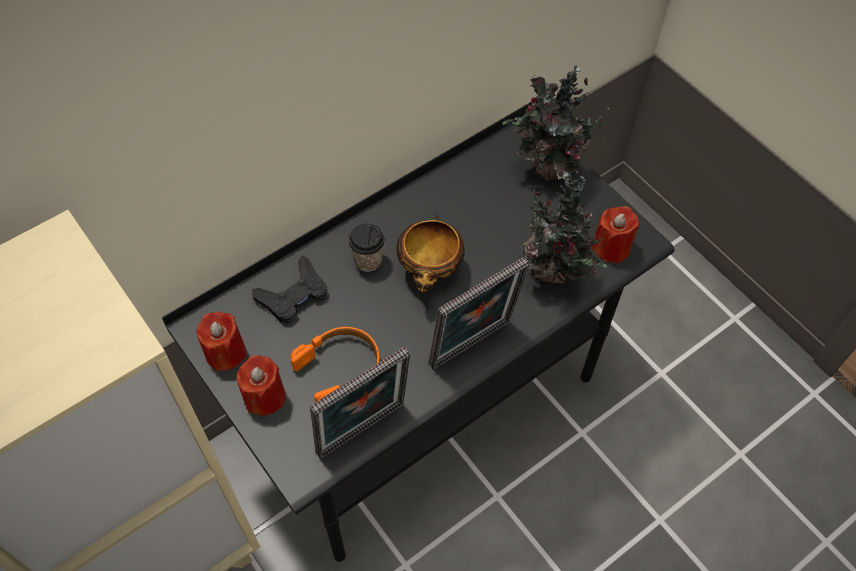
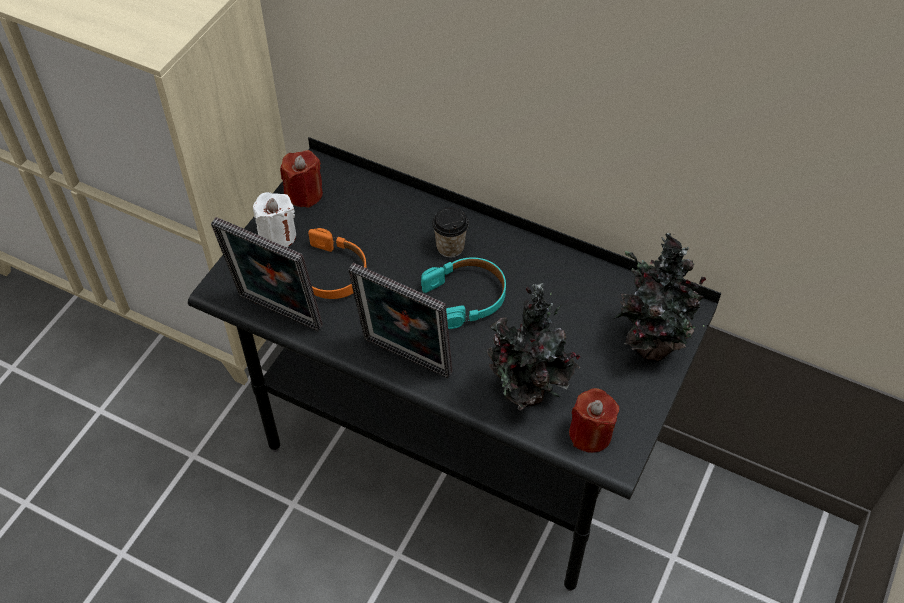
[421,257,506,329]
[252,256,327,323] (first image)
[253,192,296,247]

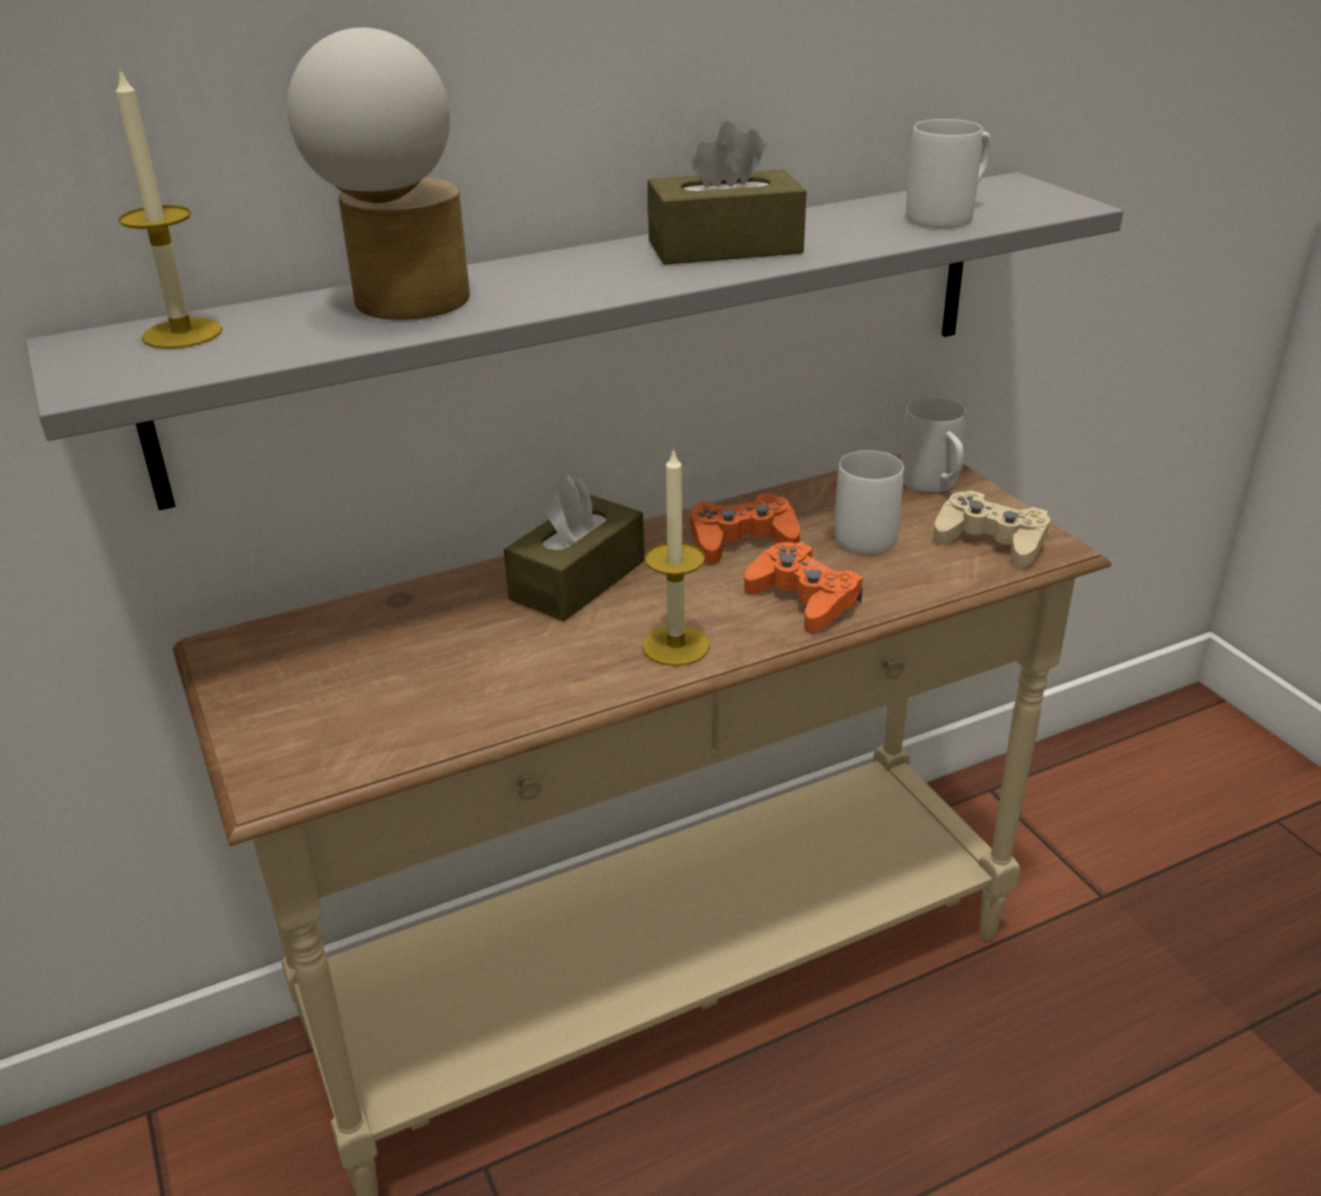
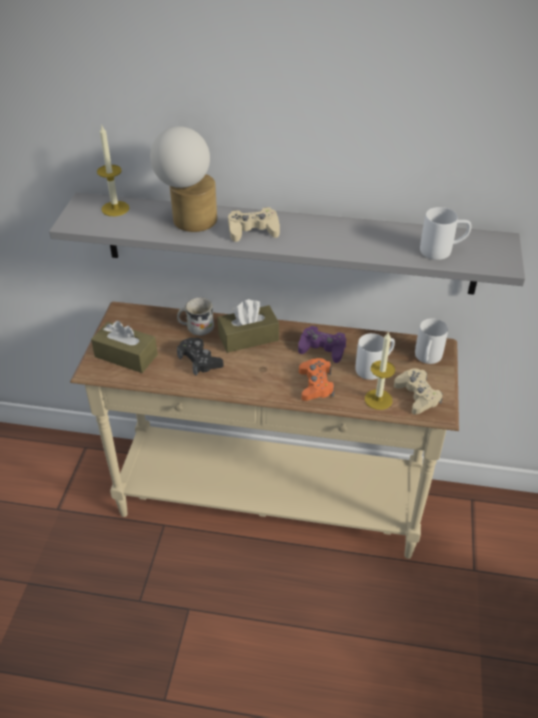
[91,321,158,373]
[365,331,395,410]
[298,326,346,363]
[228,207,280,242]
[177,298,214,336]
[177,338,224,376]

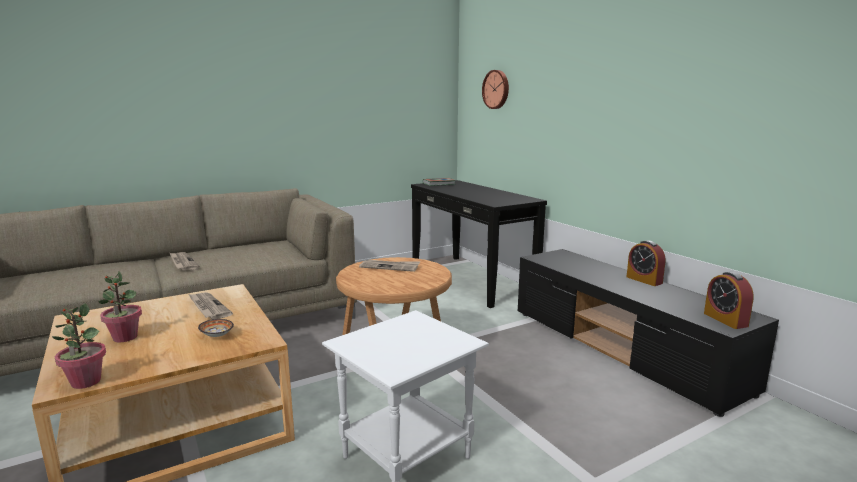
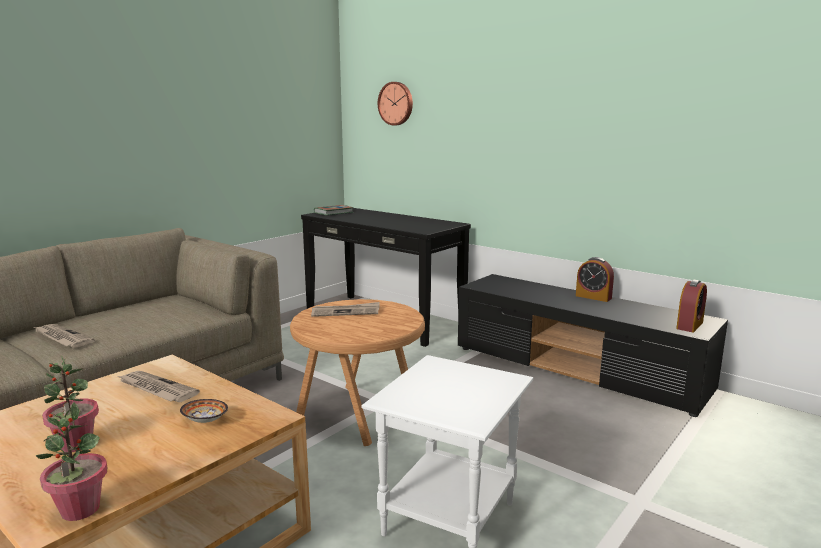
[676,280,707,333]

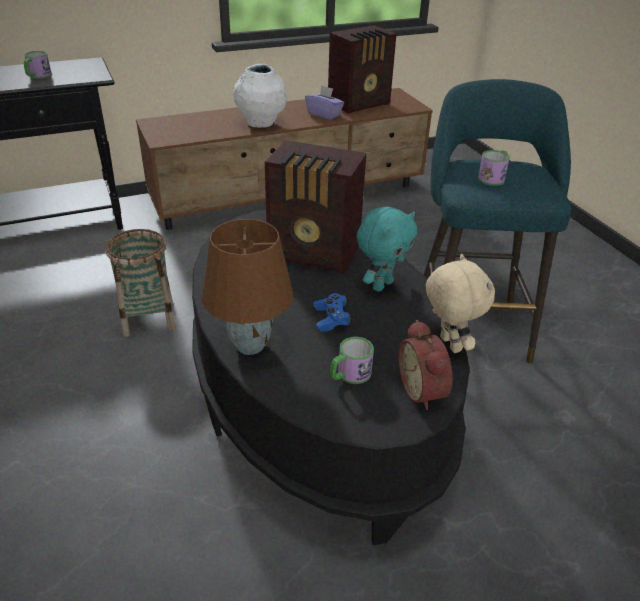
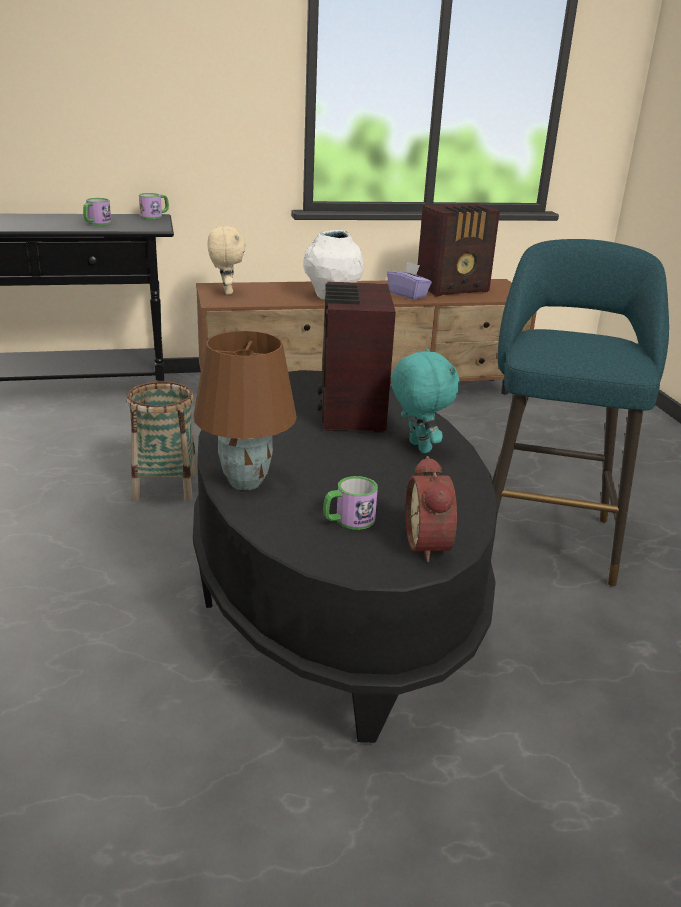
[318,282,396,432]
[139,193,169,219]
[391,348,459,453]
[207,226,246,295]
[313,293,351,332] (first image)

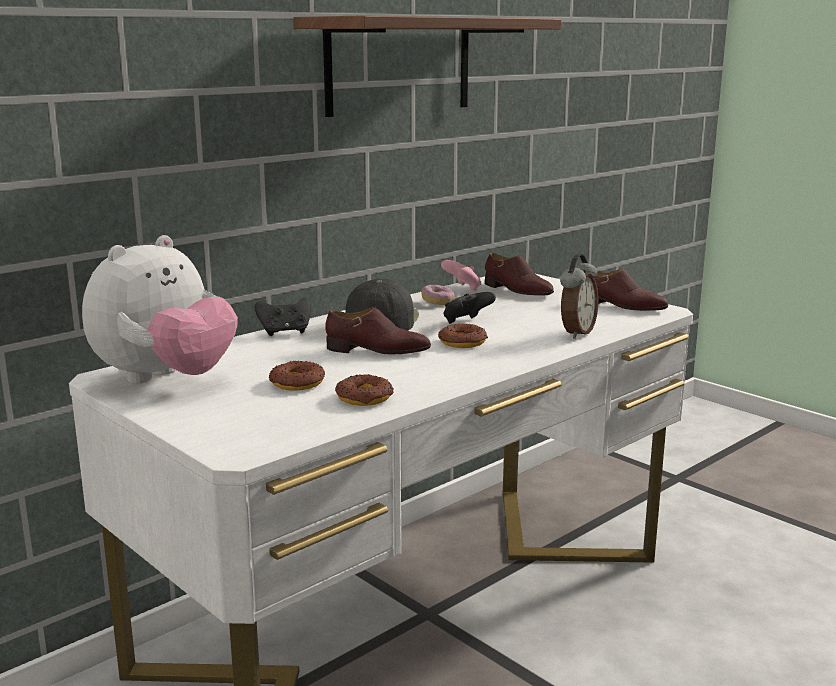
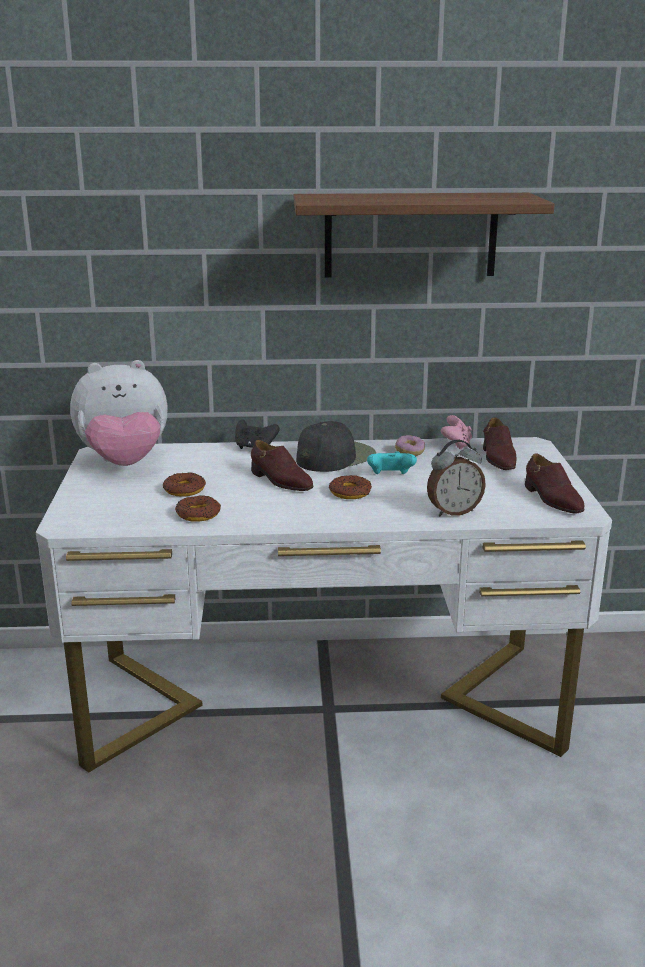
[367,451,417,474]

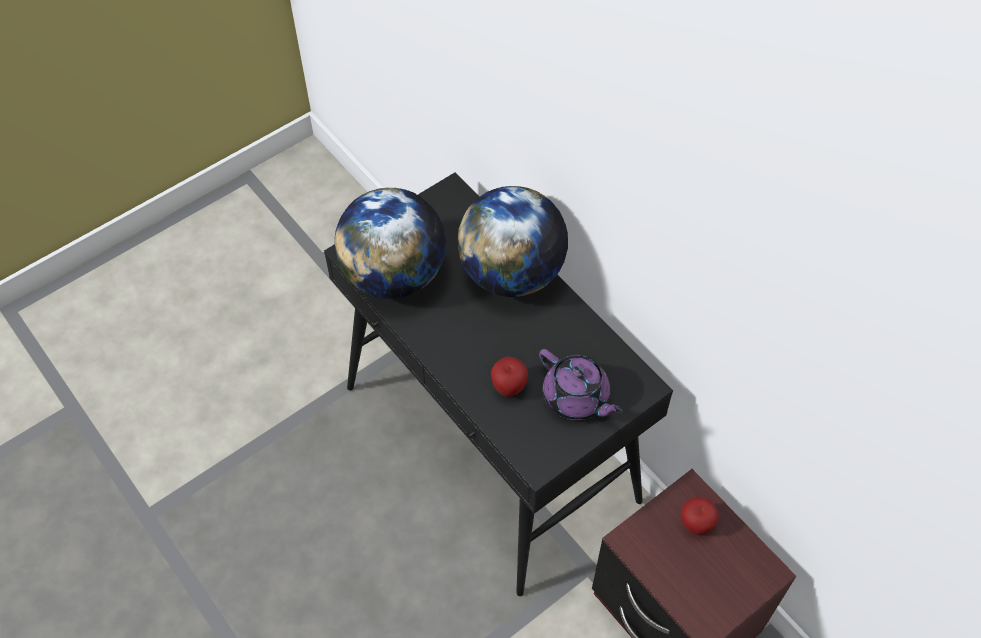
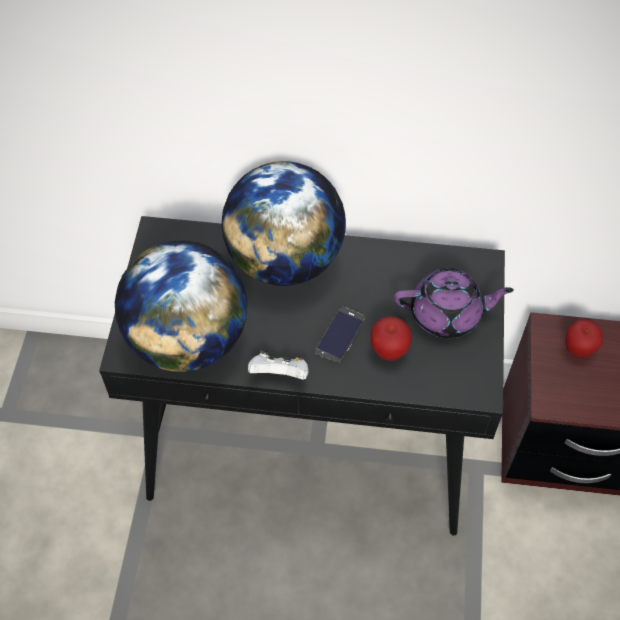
[315,307,365,364]
[248,350,308,380]

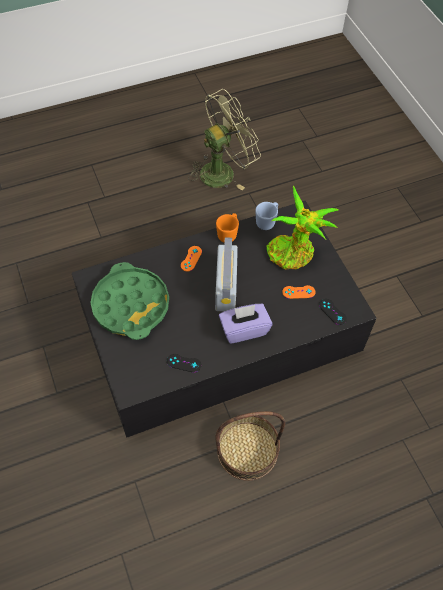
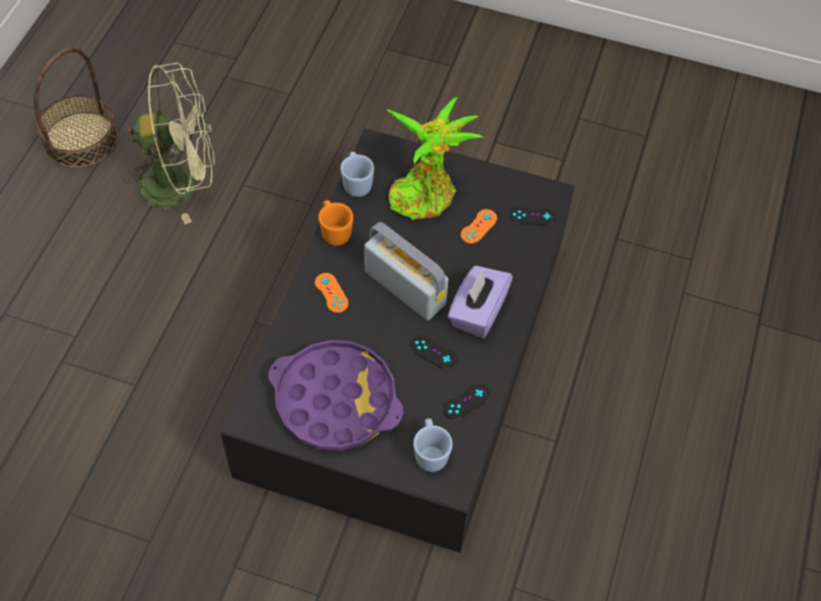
[123,63,215,225]
[268,340,404,451]
[34,47,118,168]
[410,336,457,369]
[413,418,453,472]

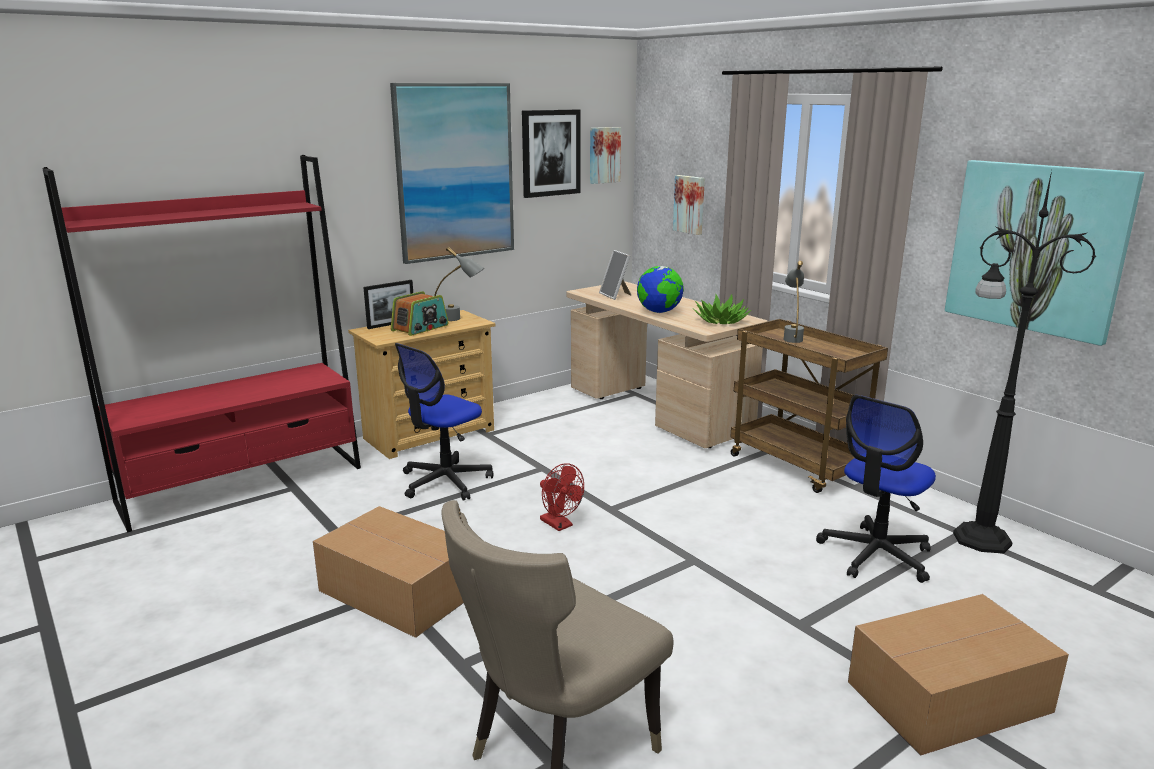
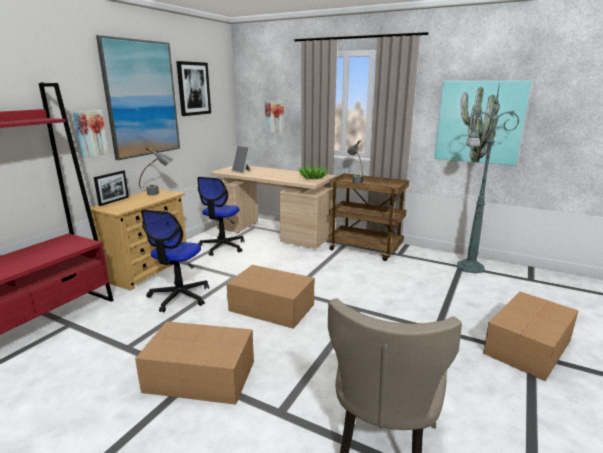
[73,110,109,158]
[457,82,519,274]
[637,266,684,313] (first image)
[391,291,449,336] (first image)
[197,177,244,256]
[227,265,314,329]

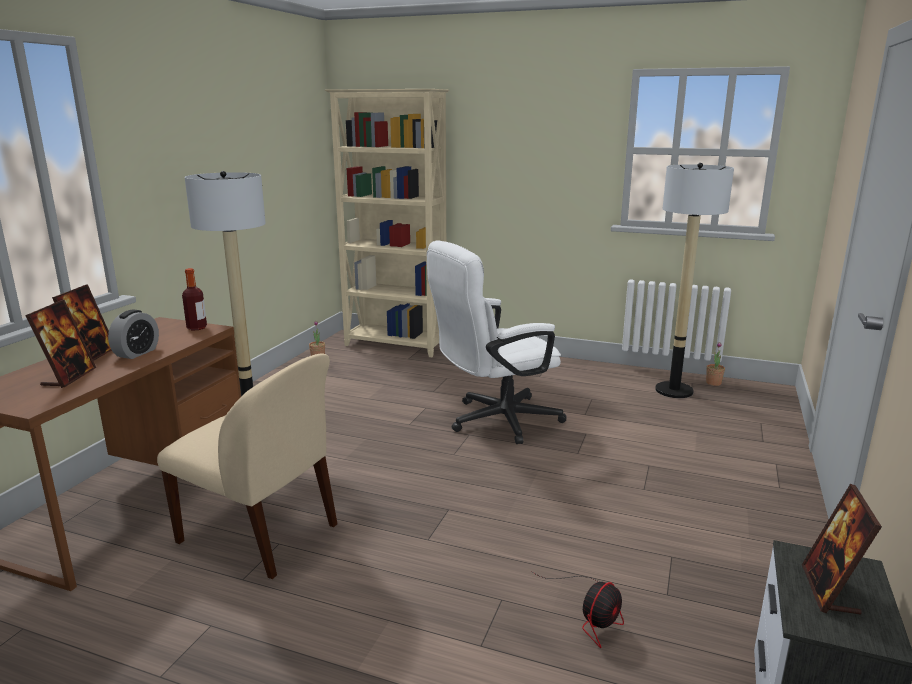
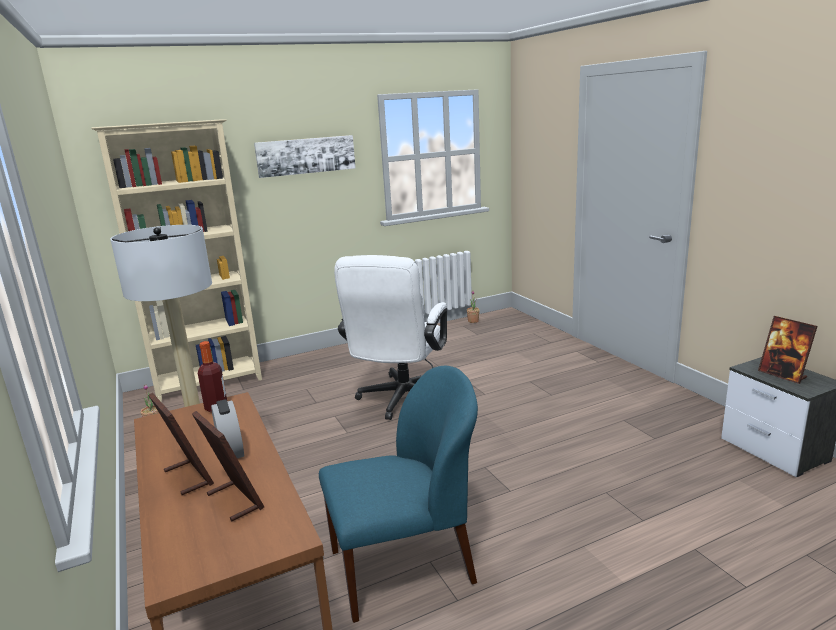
[655,163,734,398] (first image)
[319,366,478,623]
[532,572,624,648] (first image)
[254,135,356,178]

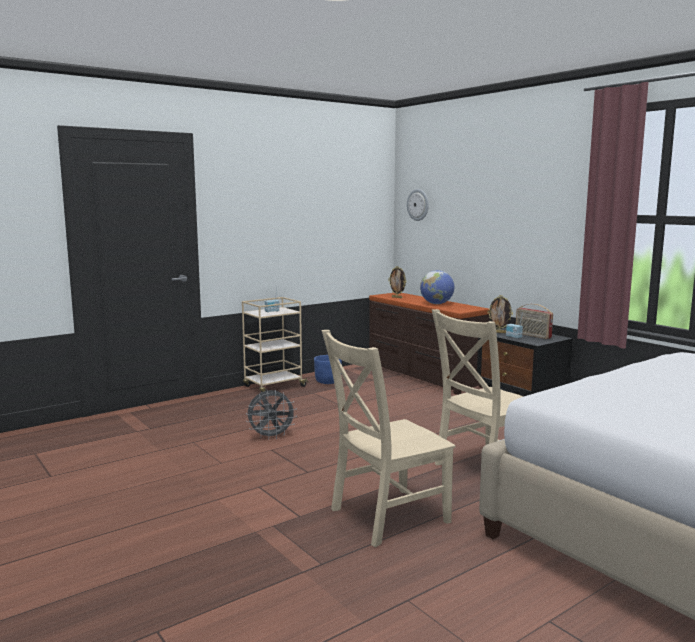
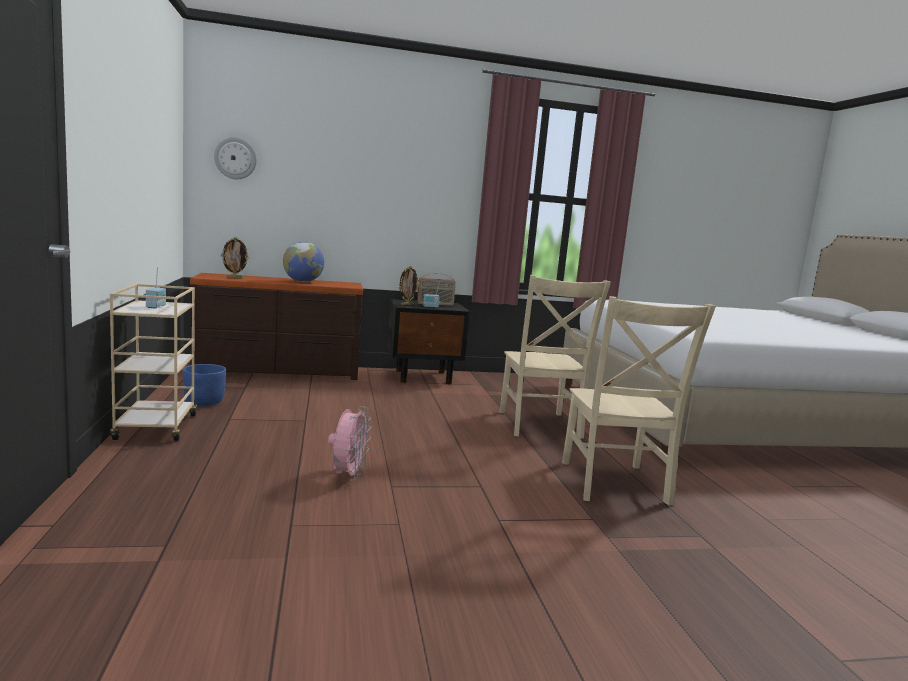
[328,406,371,481]

